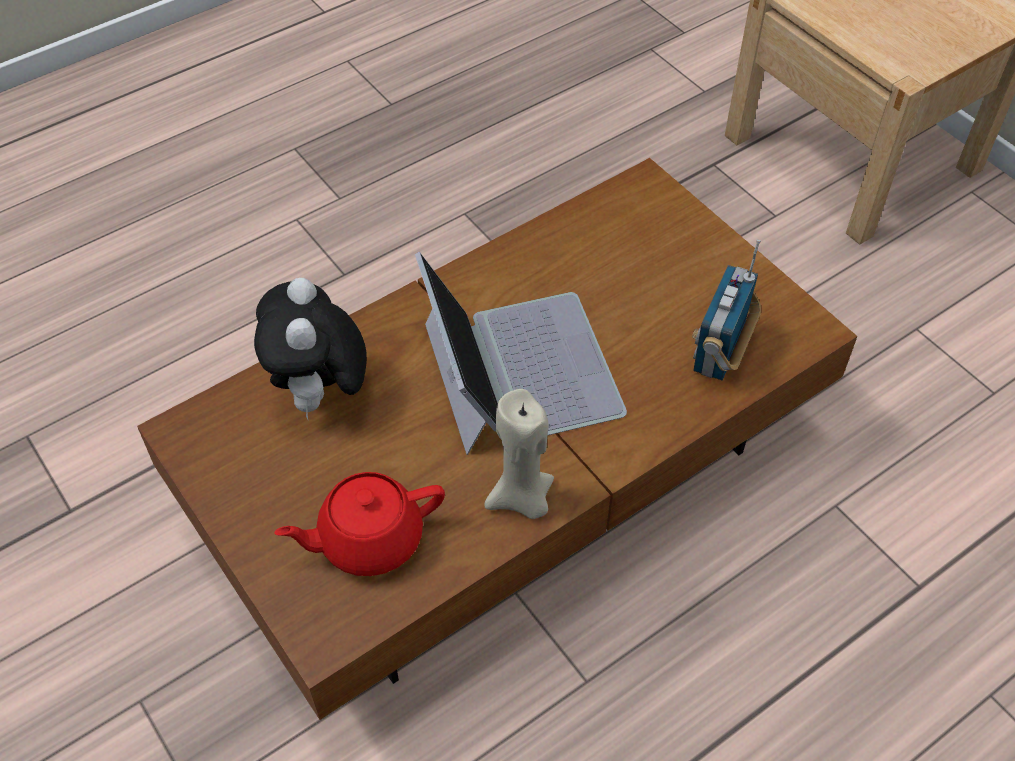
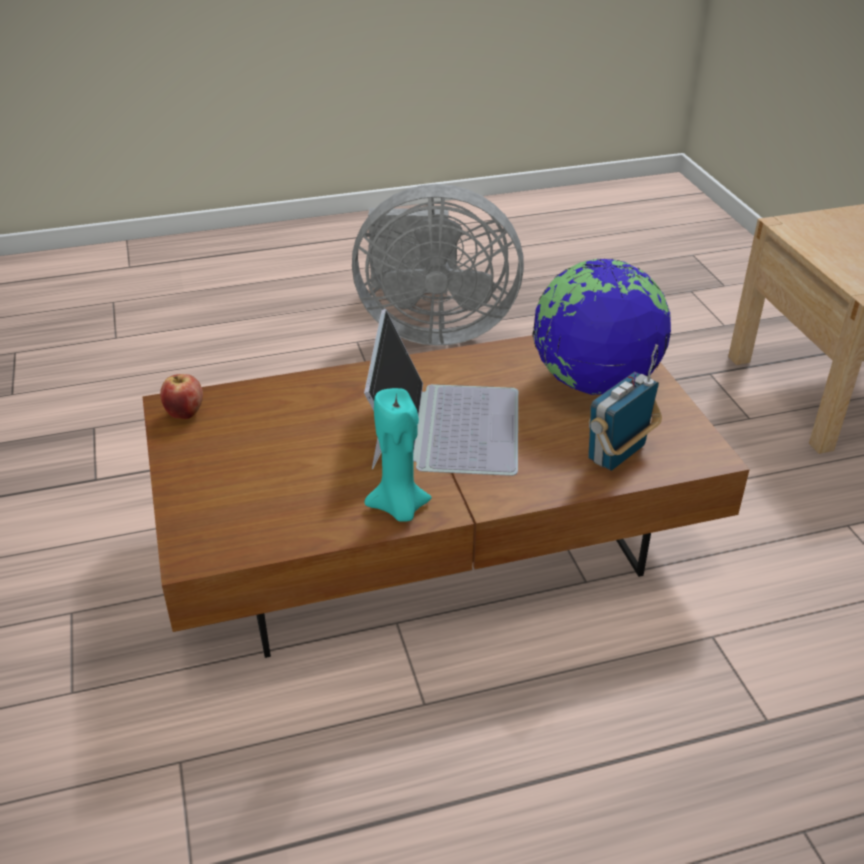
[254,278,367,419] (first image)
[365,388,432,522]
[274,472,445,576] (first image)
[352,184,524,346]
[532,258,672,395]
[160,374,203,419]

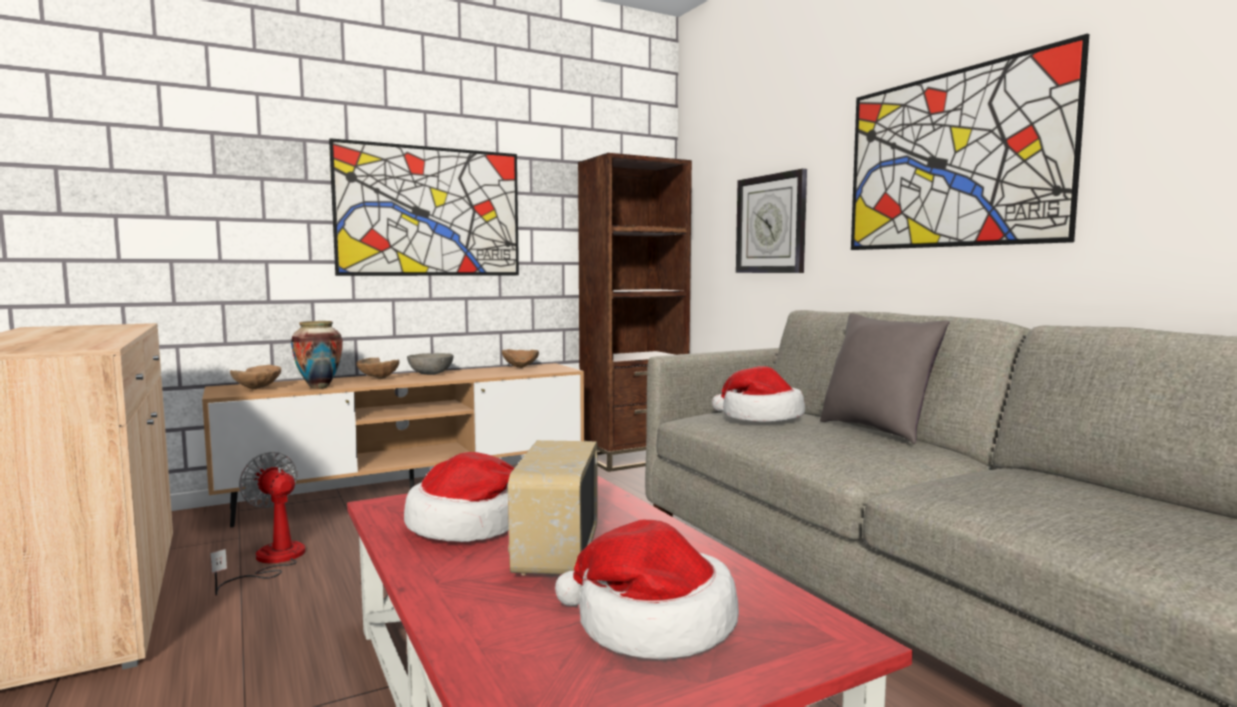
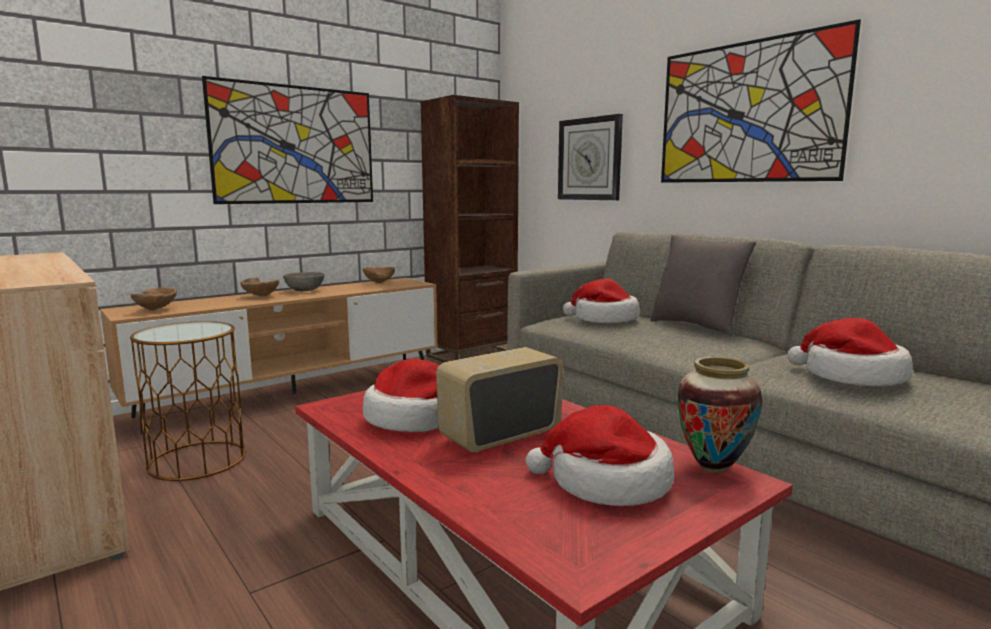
[678,357,763,473]
[436,347,564,453]
[130,321,246,481]
[788,318,913,386]

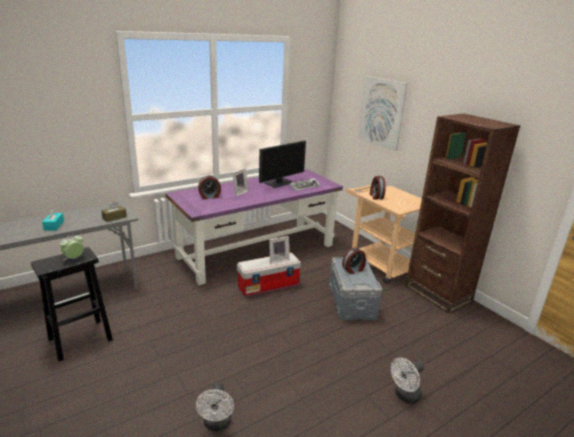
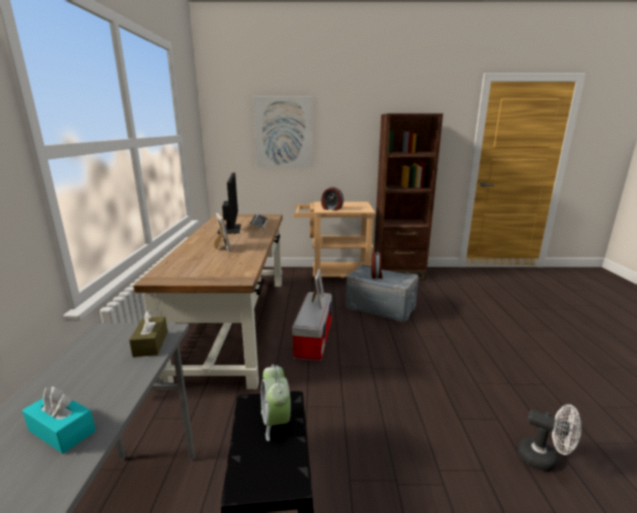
[133,214,283,389]
[198,175,221,199] (first image)
[391,358,424,403] (first image)

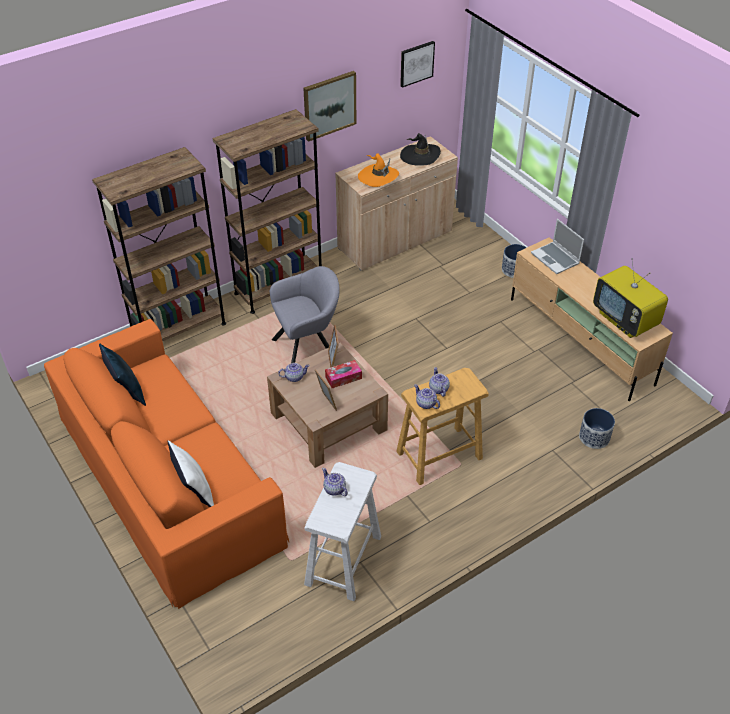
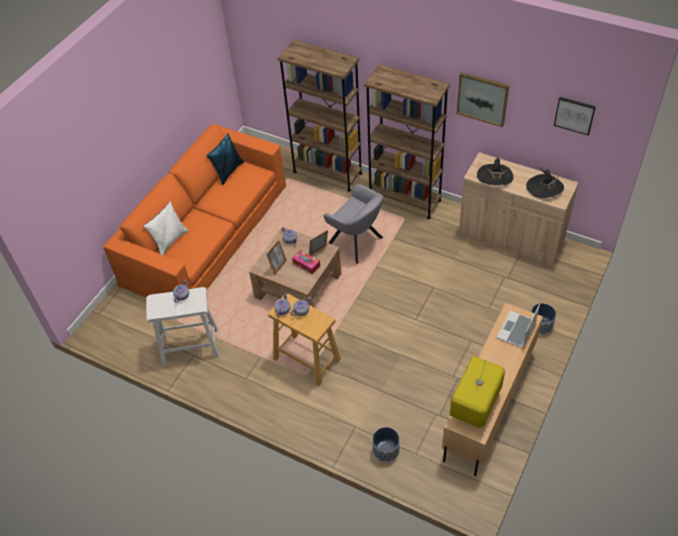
[477,156,513,186]

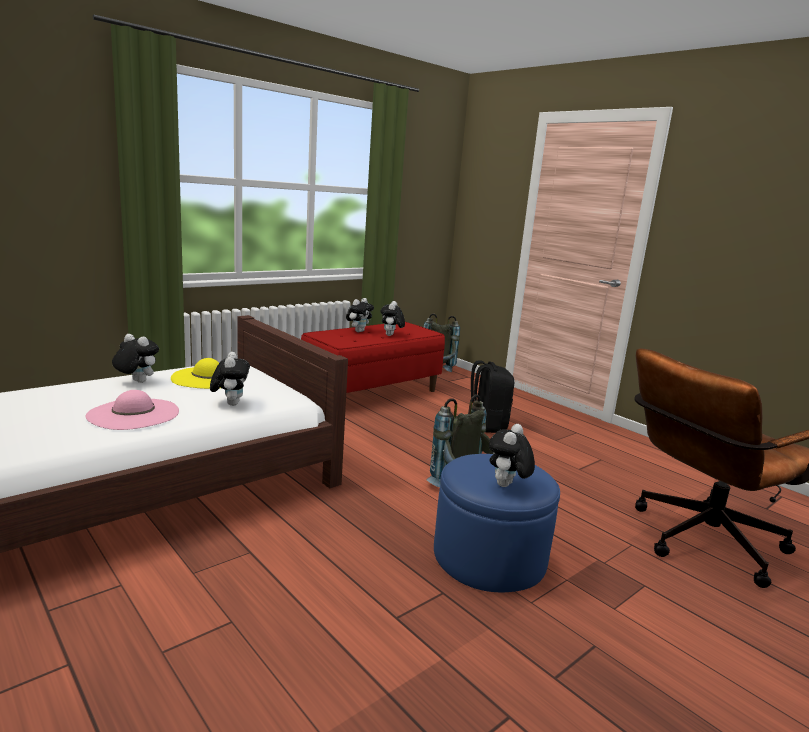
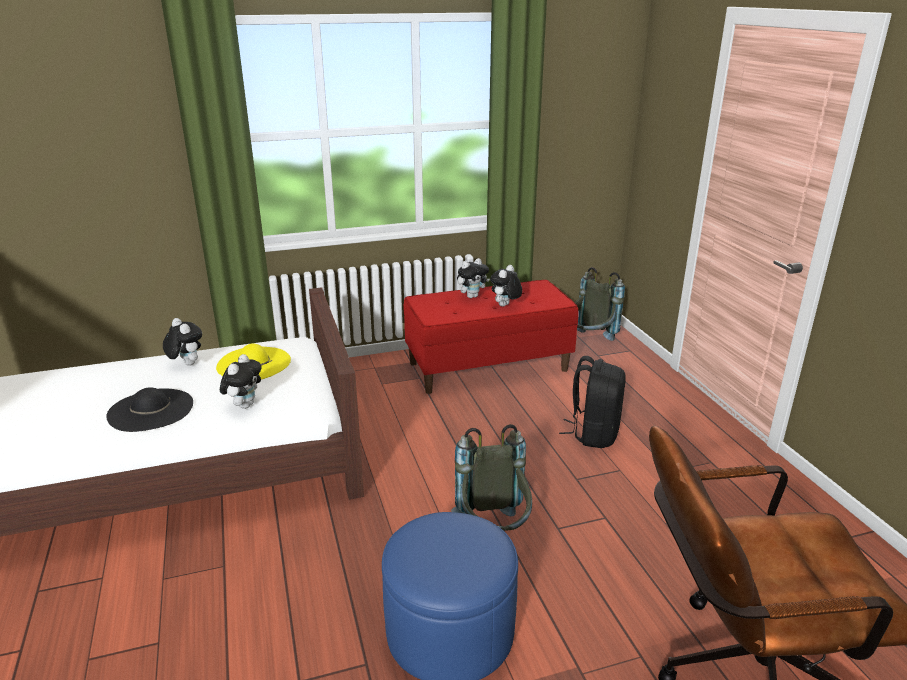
[106,387,193,432]
[489,424,535,487] (first image)

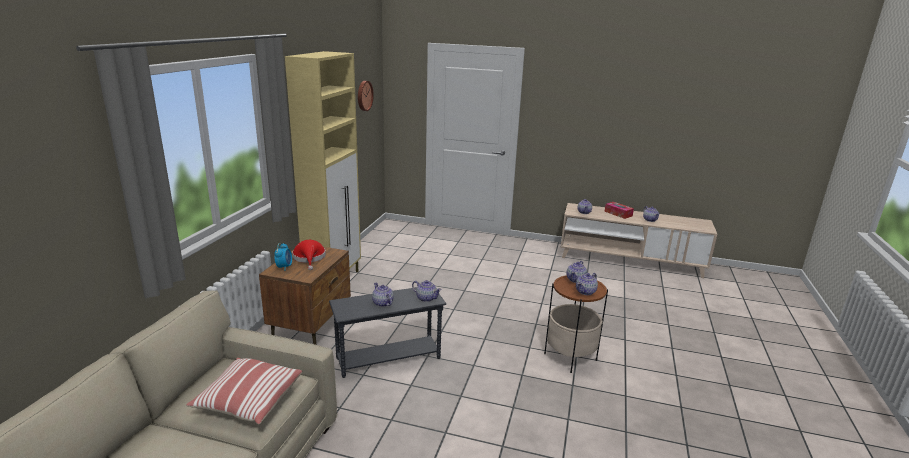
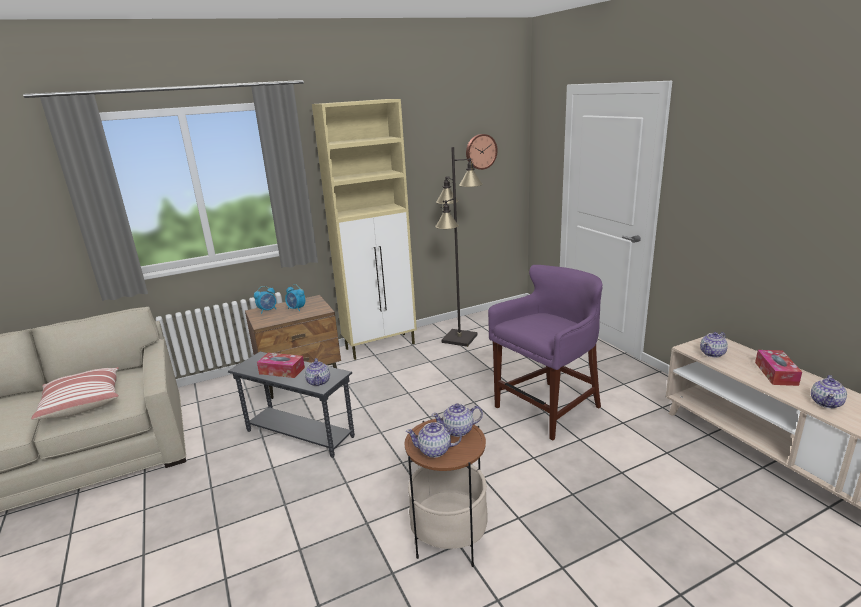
[285,284,305,311]
[257,353,305,378]
[435,147,482,347]
[488,265,603,441]

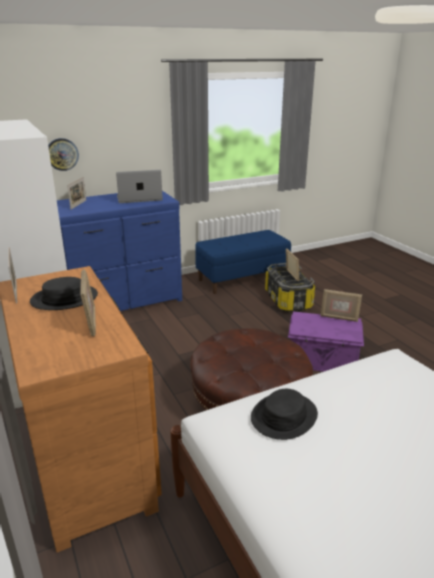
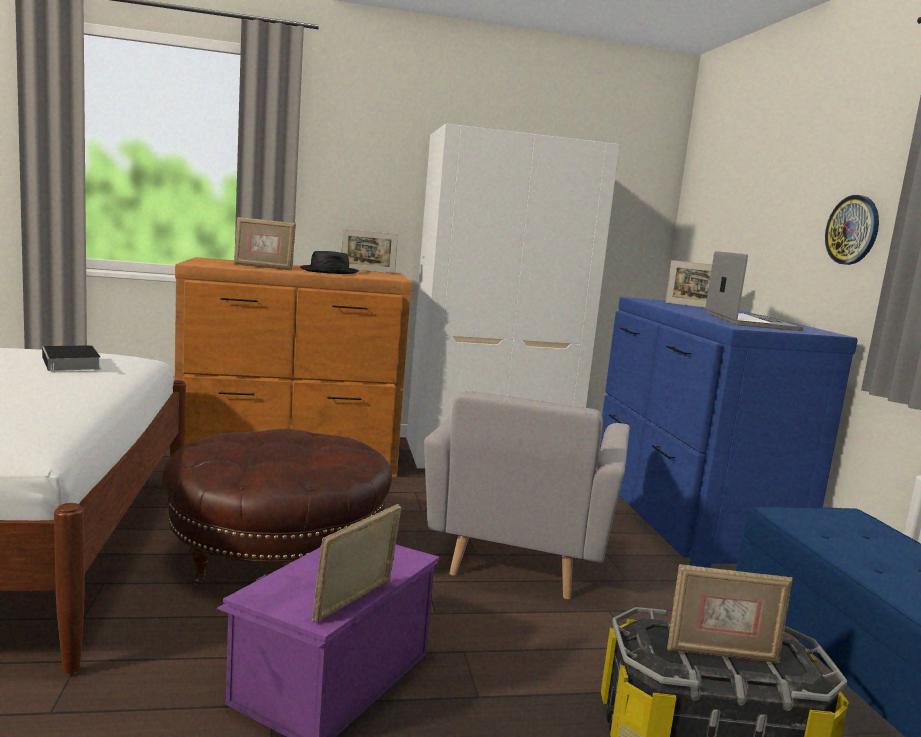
[825,195,879,265]
[42,345,101,373]
[424,391,630,599]

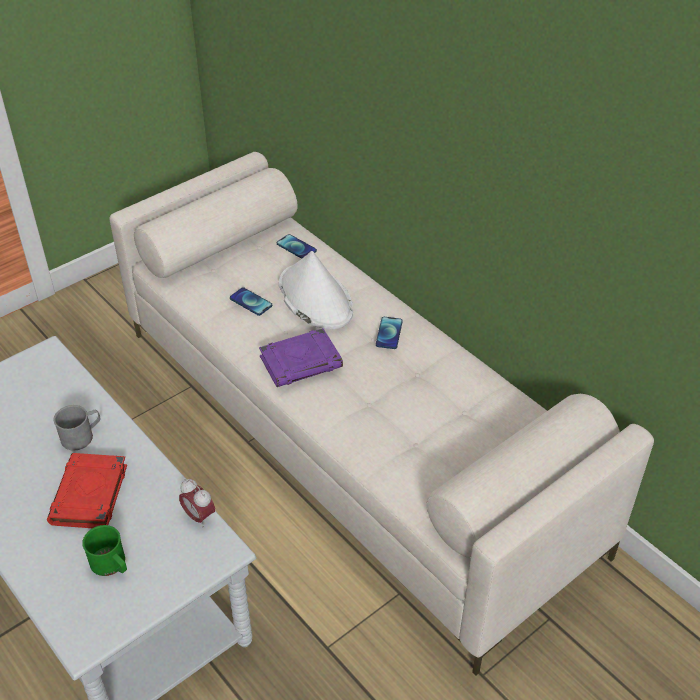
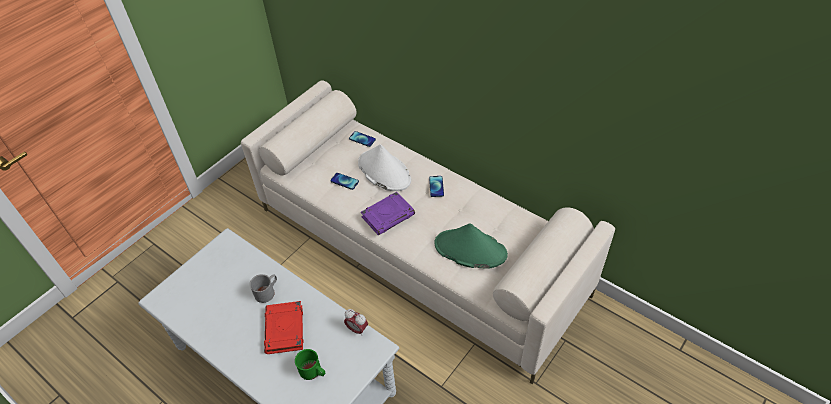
[434,223,508,269]

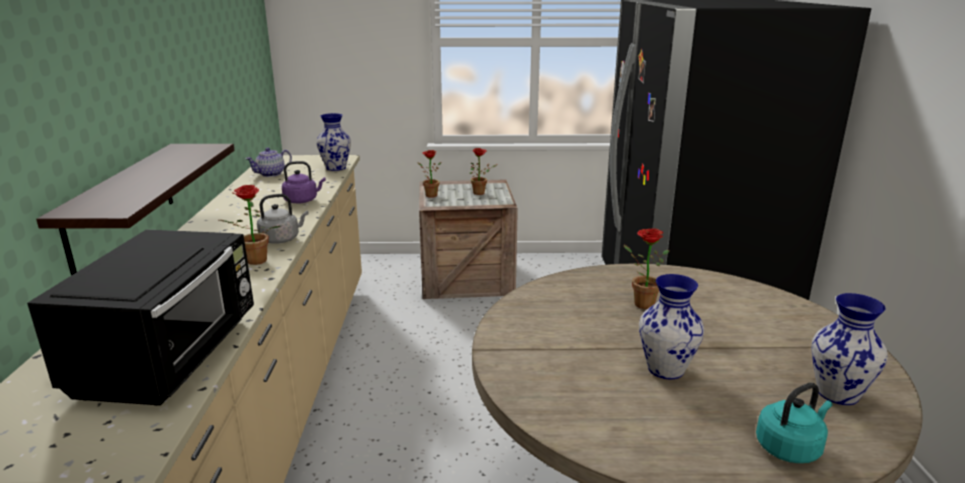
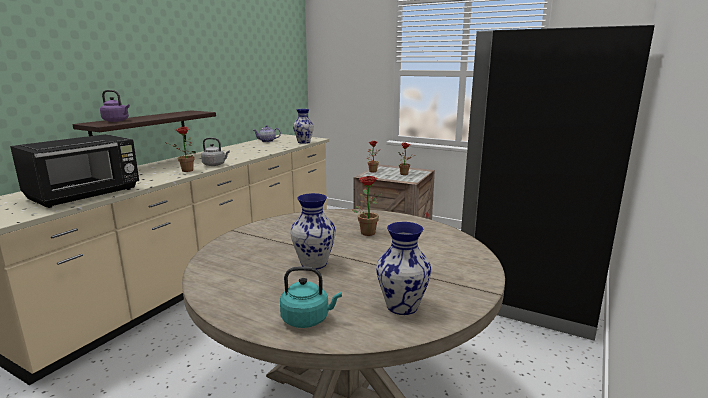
[100,90,130,122]

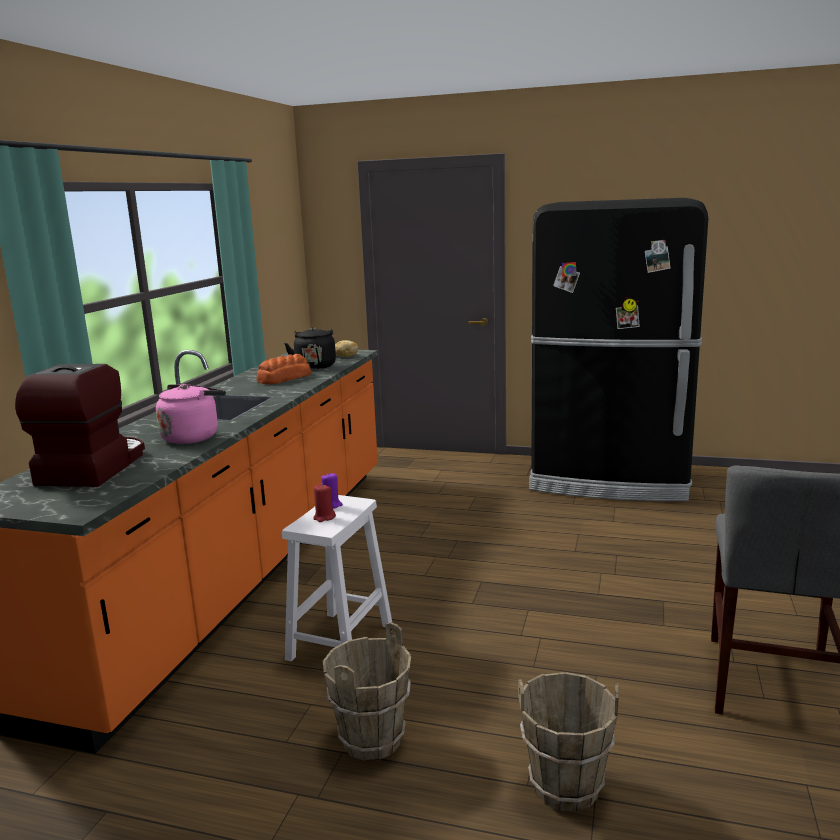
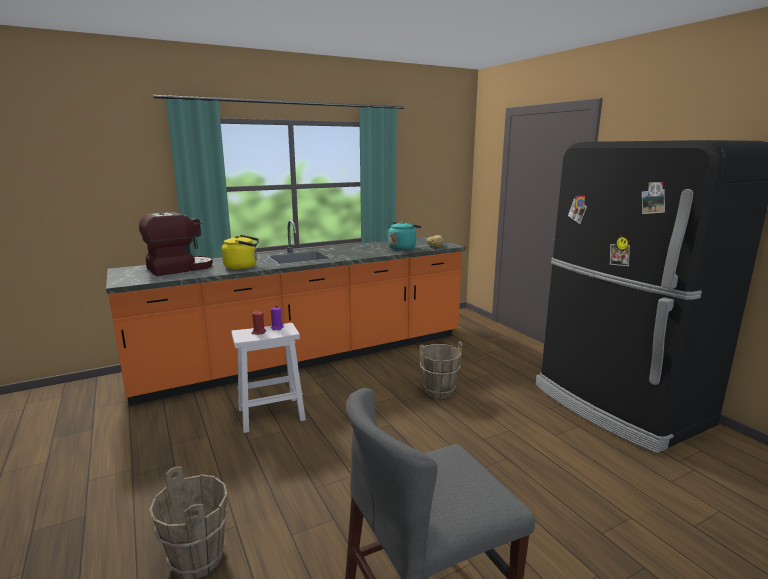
[386,221,421,250]
[257,354,311,385] (first image)
[222,235,259,270]
[420,341,462,399]

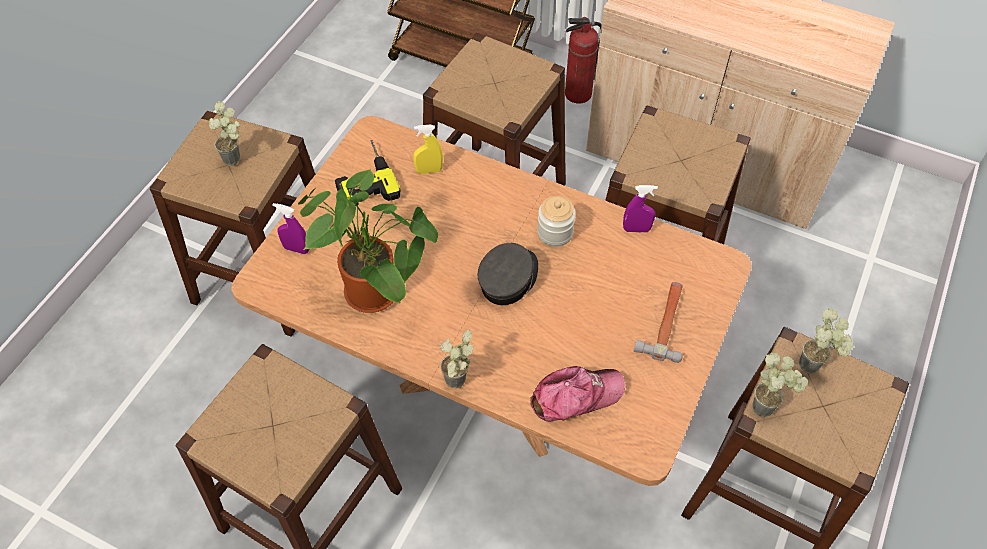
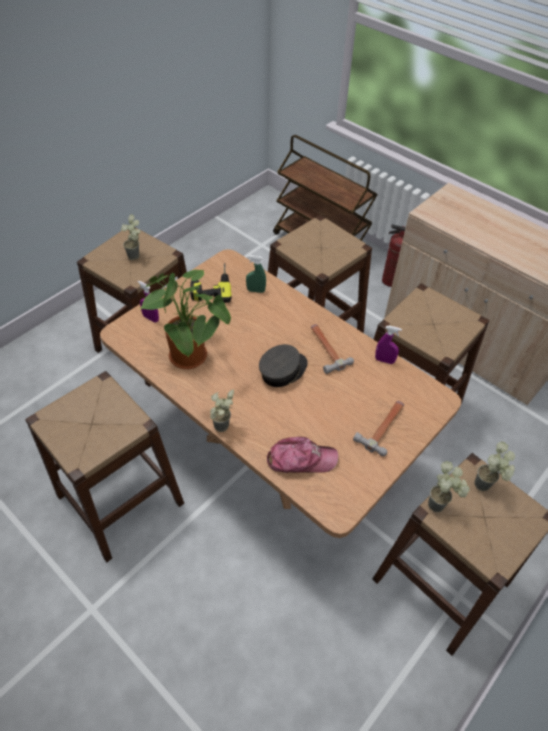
[246,255,266,293]
[311,324,354,374]

